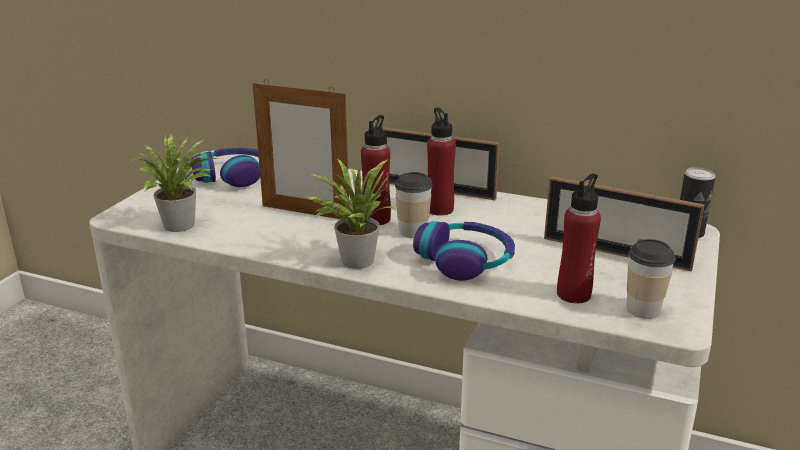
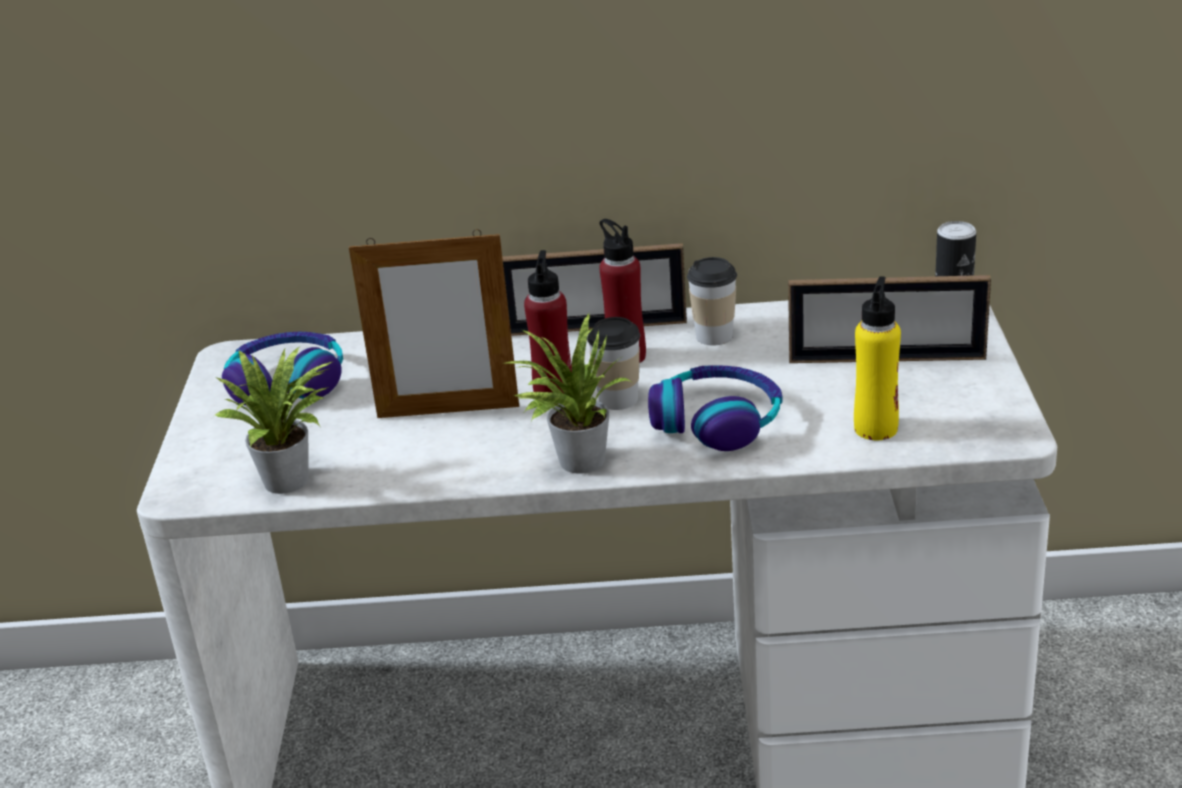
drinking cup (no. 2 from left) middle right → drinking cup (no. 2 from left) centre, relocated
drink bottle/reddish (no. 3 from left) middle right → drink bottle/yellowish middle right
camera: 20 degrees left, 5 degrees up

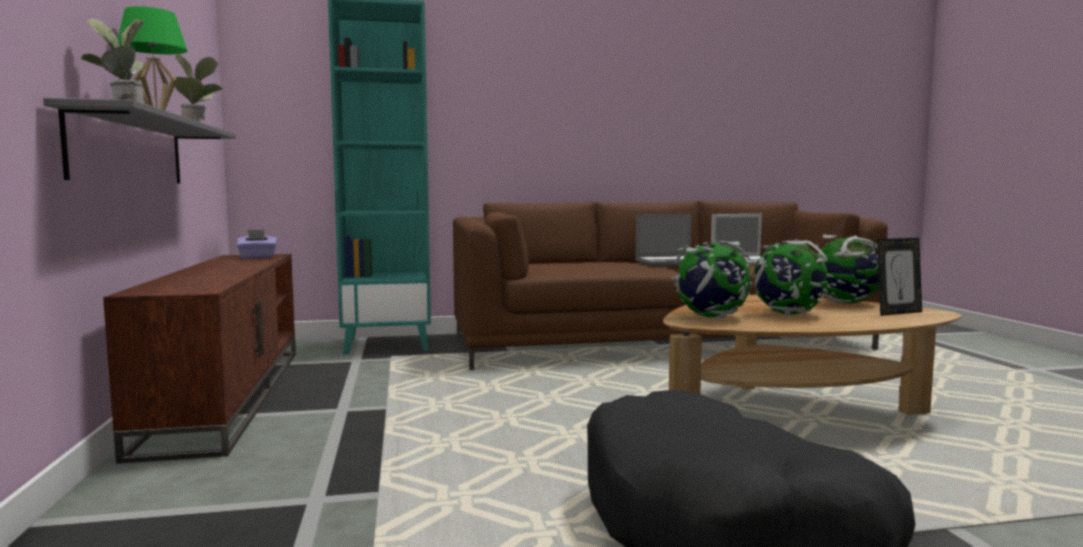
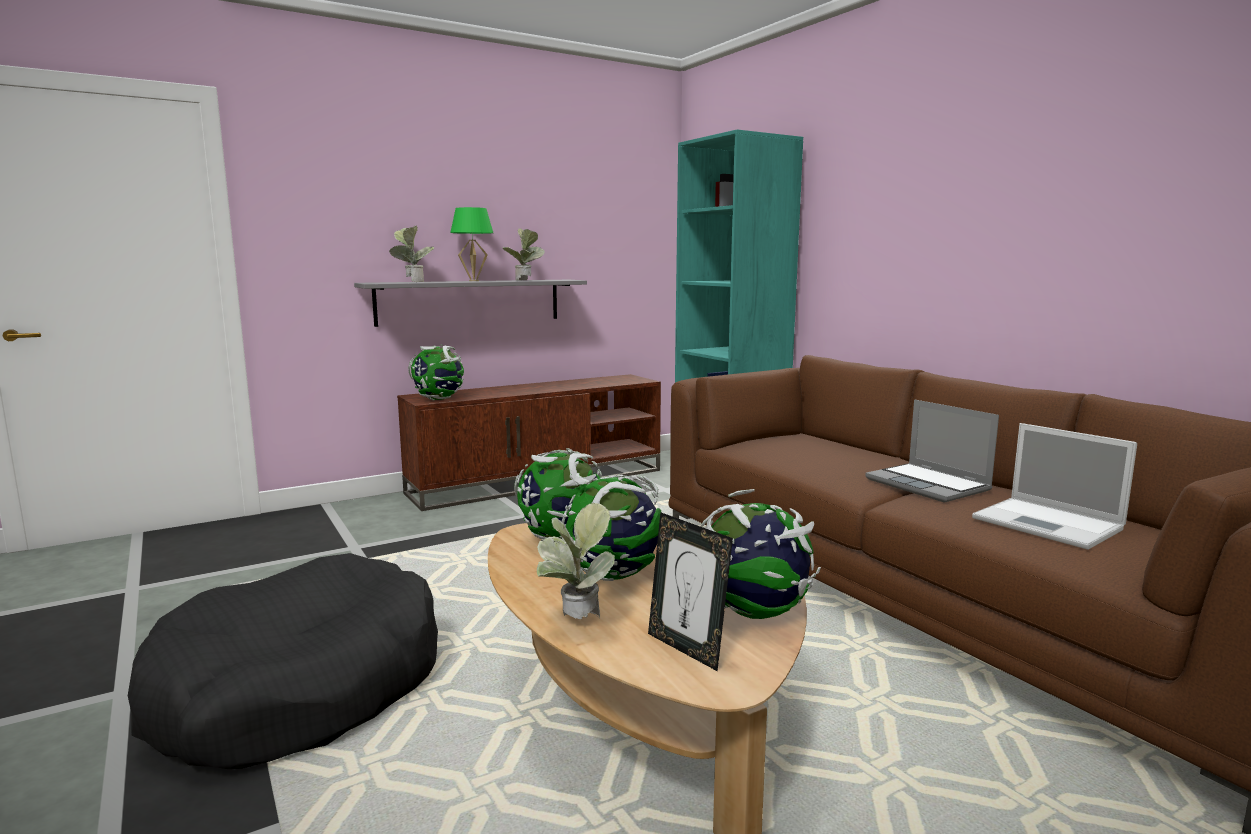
box of tissues/purple-coloured middle left → -
- → world globe (no. 1 from left) centre
- → potted plant (no. 3 from left) bottom centre
camera: 70 degrees right, 5 degrees up

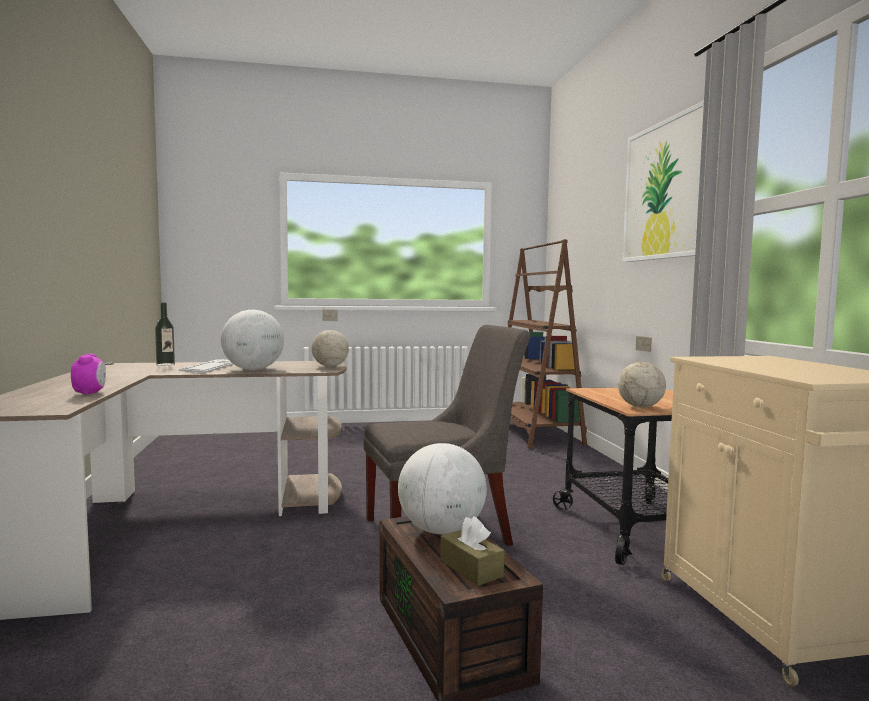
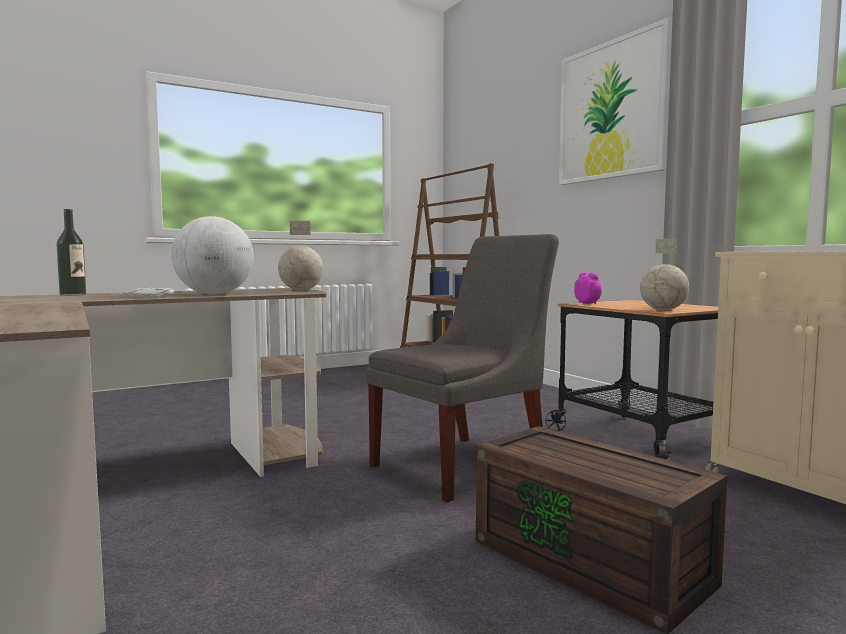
world globe (no. 3 from left) bottom centre → -
box of tissues/brown bottom centre → -
bedside clock middle left → bedside clock middle right, relocated
camera: 20 degrees left, 0 degrees up

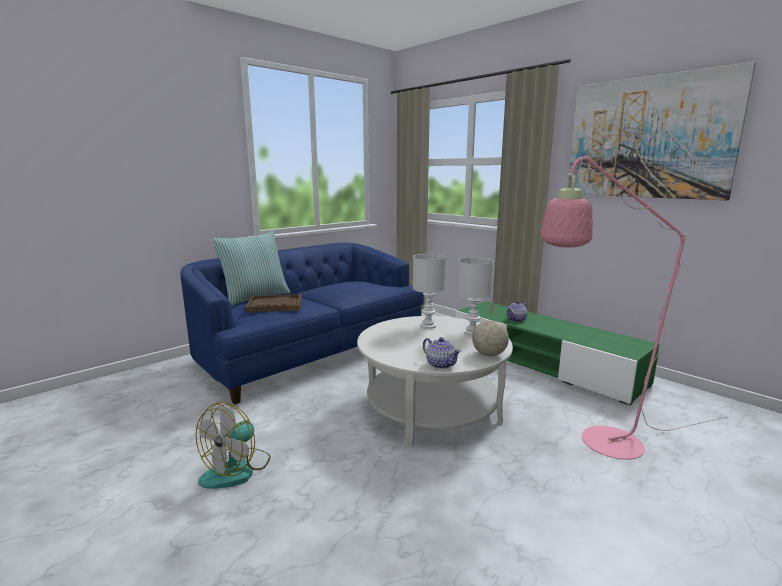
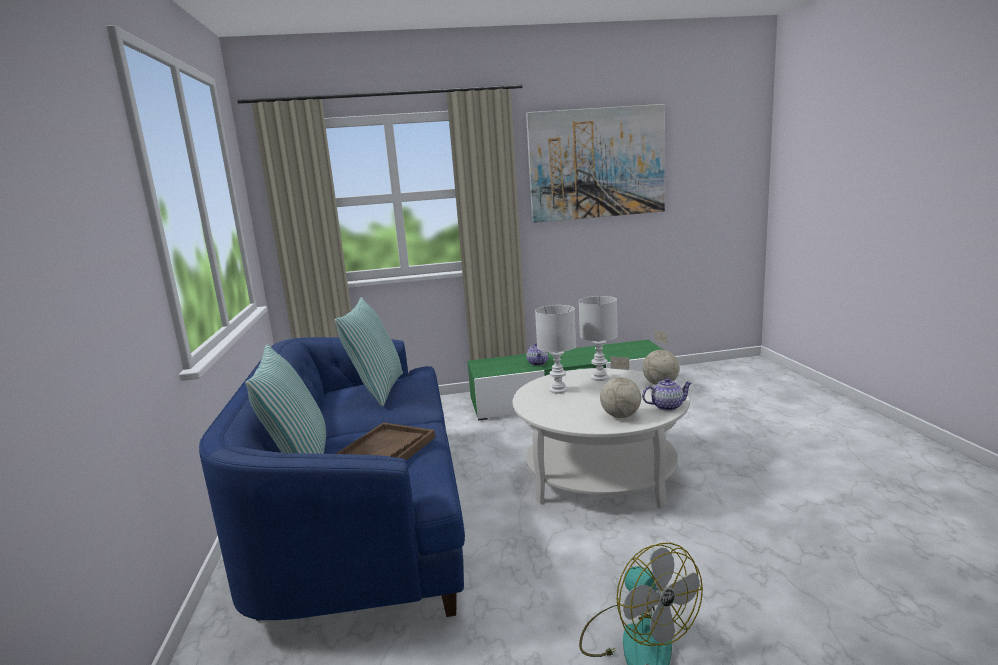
floor lamp/pink middle right → -
- → cushion (no. 2 from left) centre
- → world globe (no. 1 from left) centre
camera: 55 degrees left, 0 degrees up

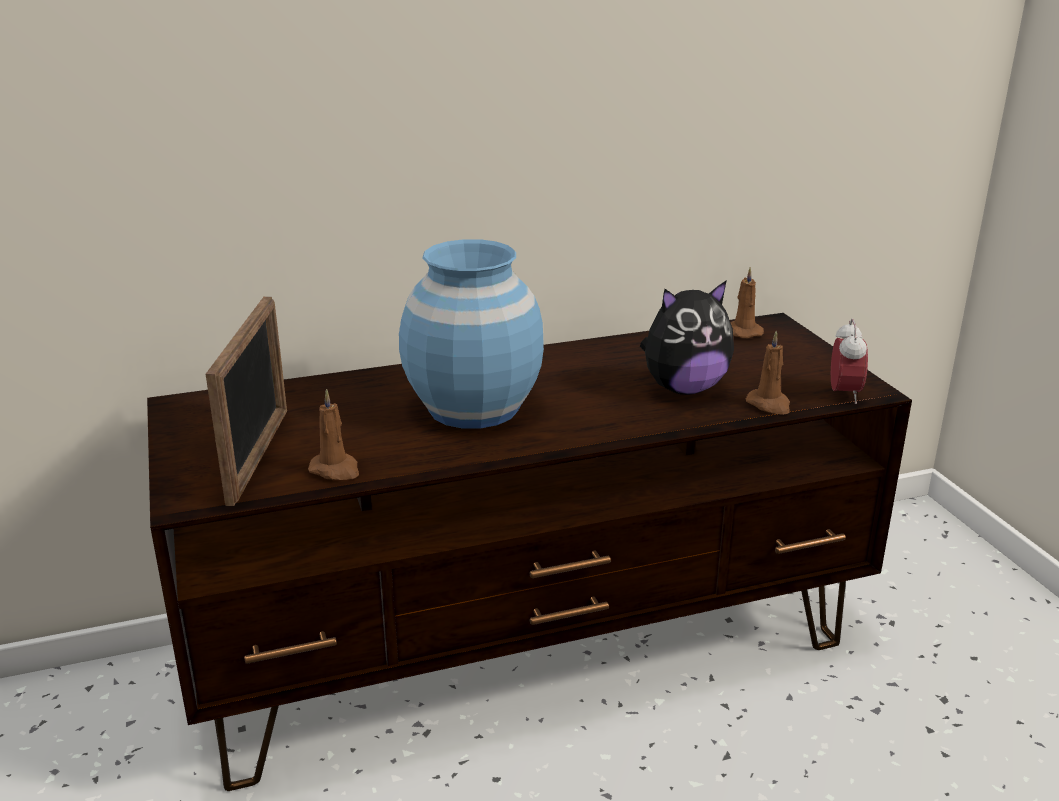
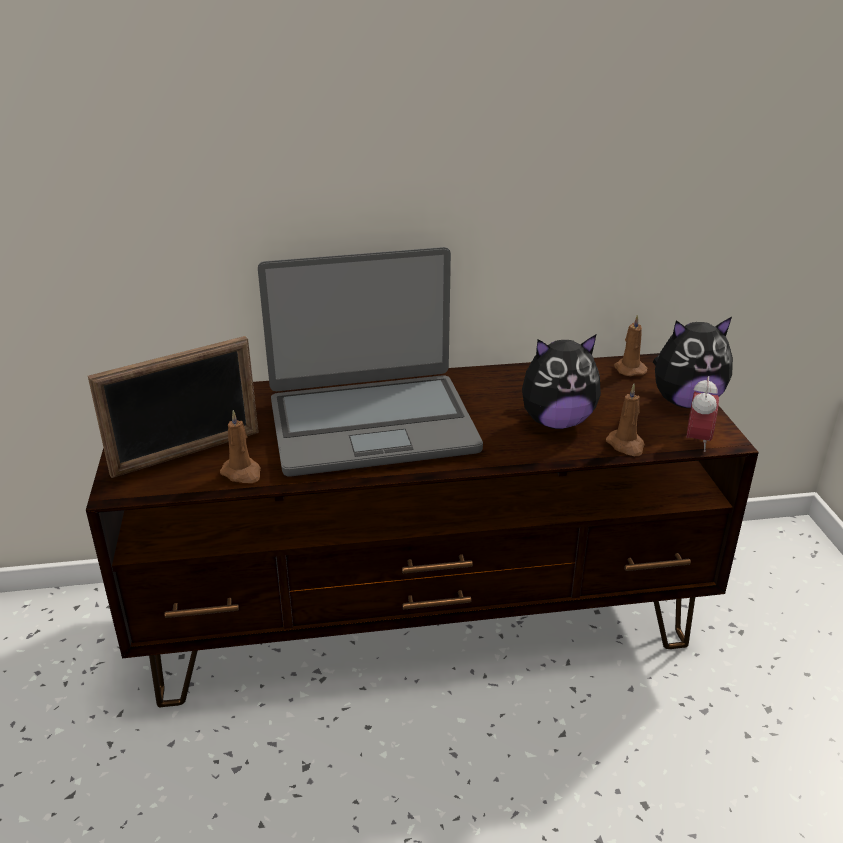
- → cuddly toy (no. 2 from left) middle right
decorative vase/bluish centre → portable computer centre
photo frame middle left, 45 degrees clockwise
camera: 10 degrees right, 5 degrees up

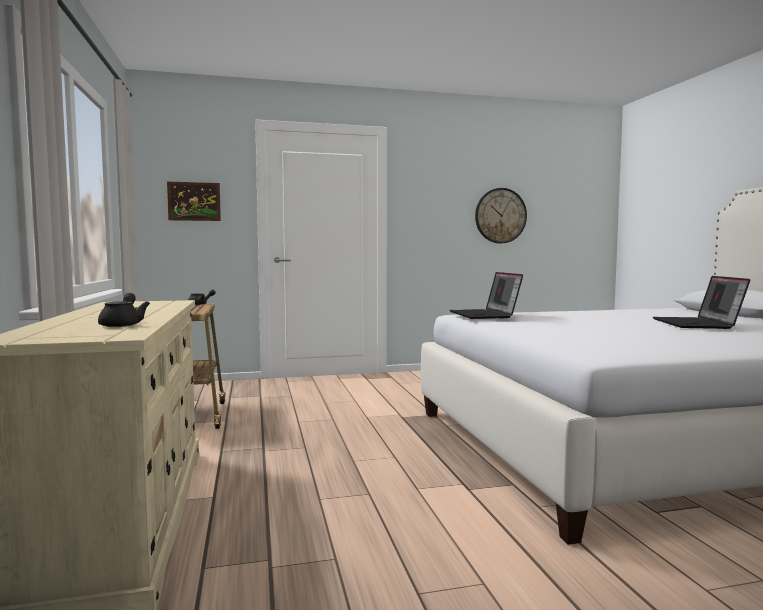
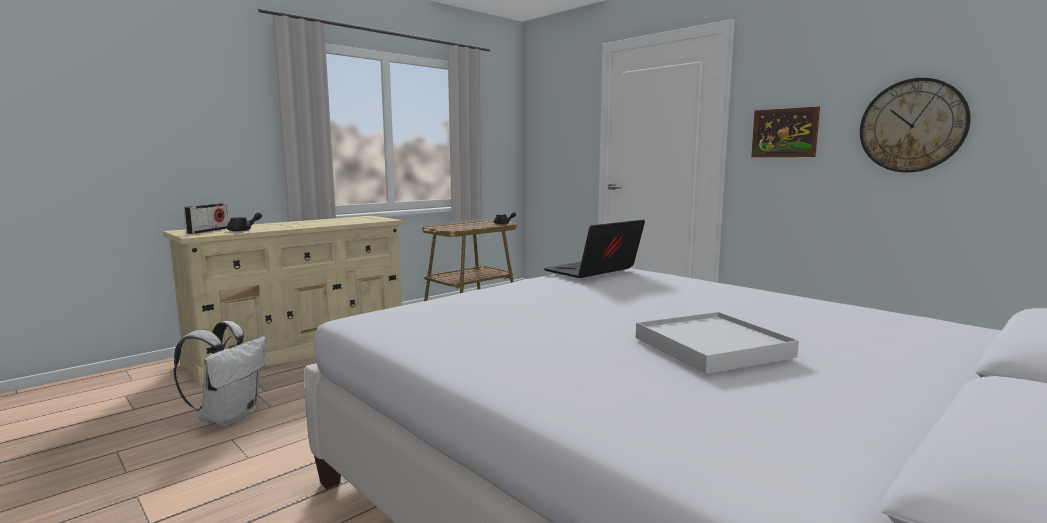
- → backpack/white-coloured bottom left
- → radio middle left
picture top left → picture top right, relocated
portable computer (no. 2 from left) middle right → tray/white-coloured middle right
camera: 60 degrees right, 5 degrees up

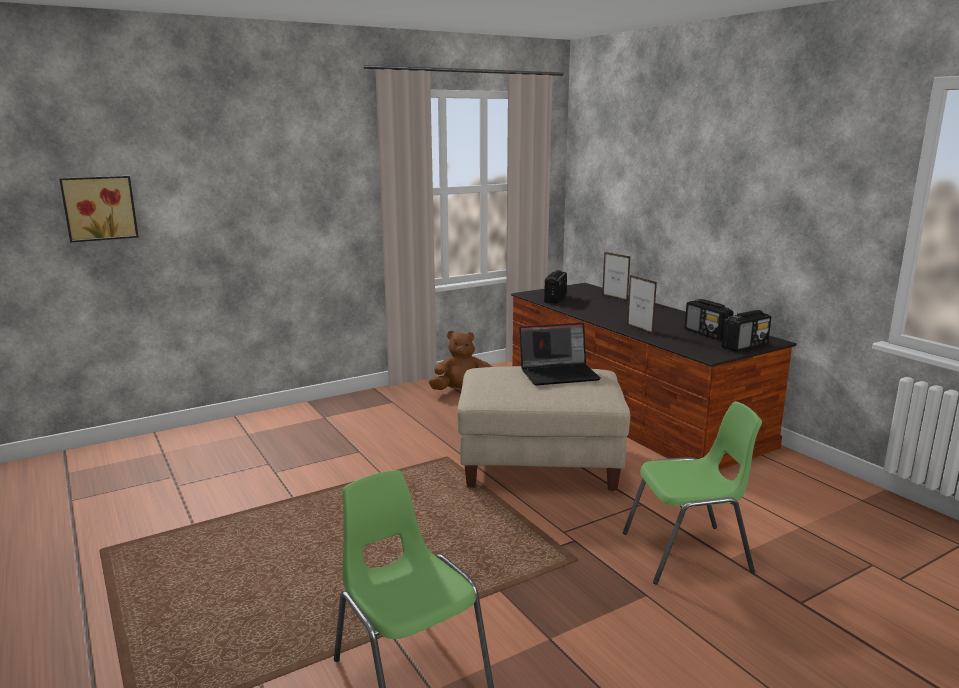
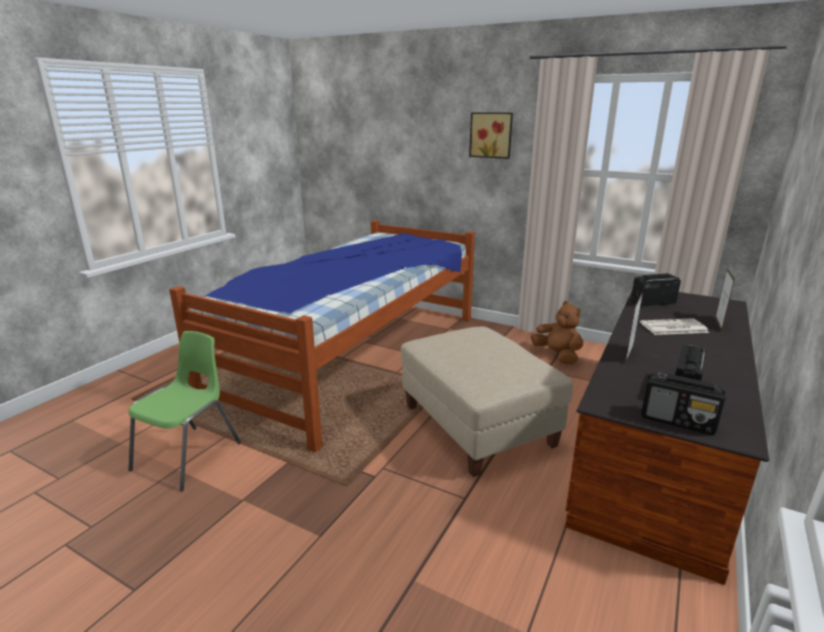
portable computer centre → -
upright chair/green (no. 2 from left) bottom right → -
- → bed centre
- → printed paper middle right
picture top left → picture top centre, relocated
camera: 60 degrees right, 5 degrees up

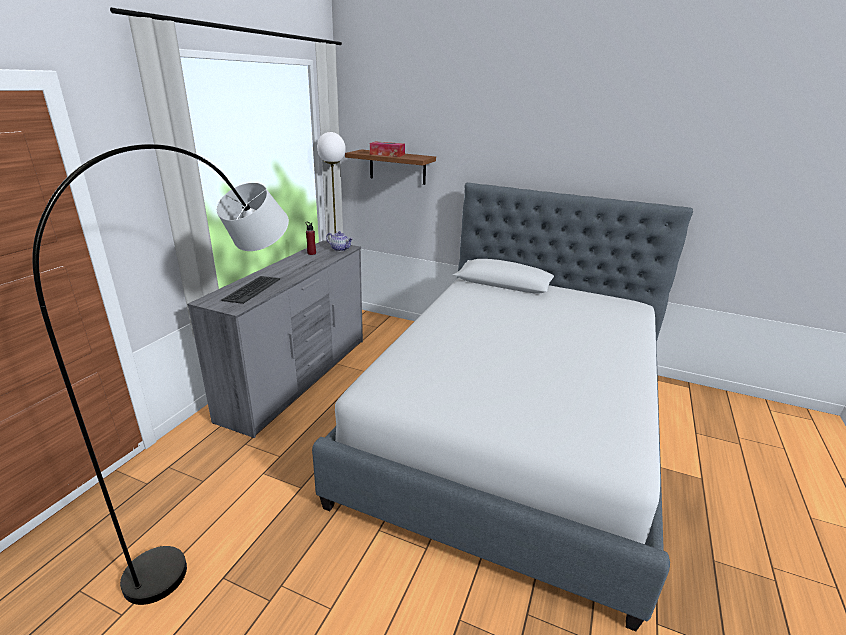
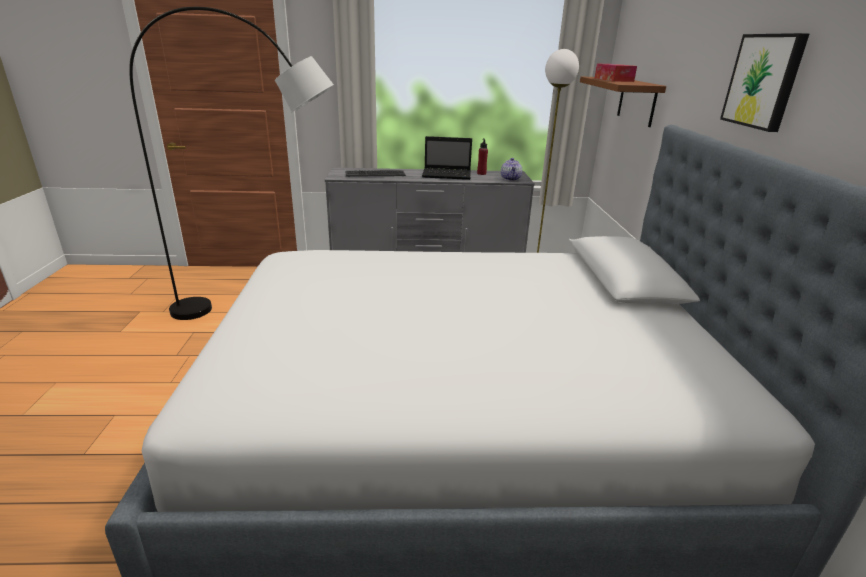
- → portable computer top centre
- → picture top right
camera: 65 degrees right, 0 degrees up

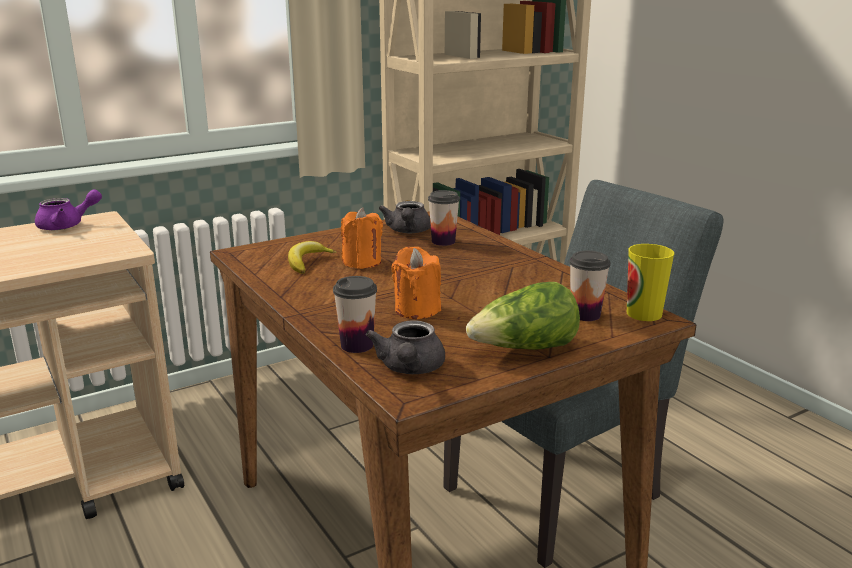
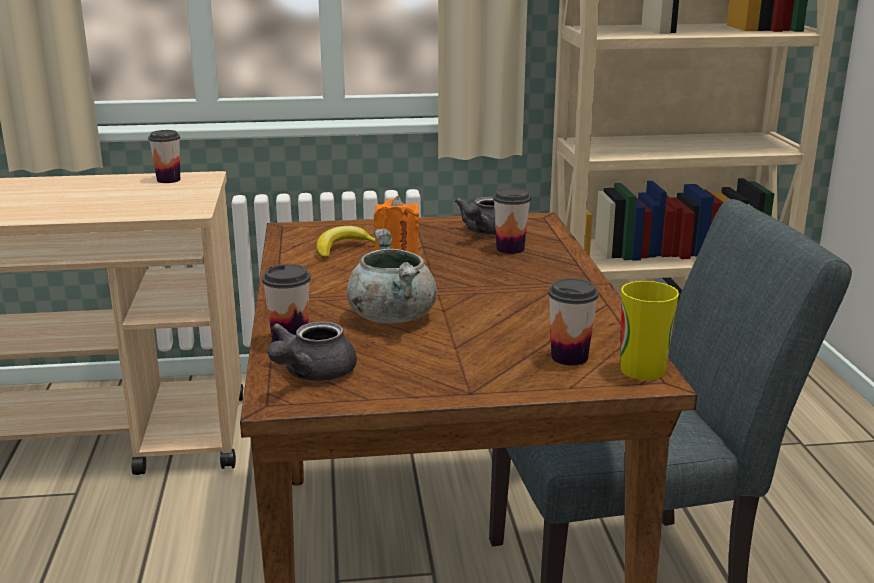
lettuce centre → -
pot for tea/purple-coloured middle left → drinking cup (no. 1 from left) top left
candle/orangey (no. 2 from left) centre → cooking pot/gray centre
camera: 25 degrees right, 0 degrees up

